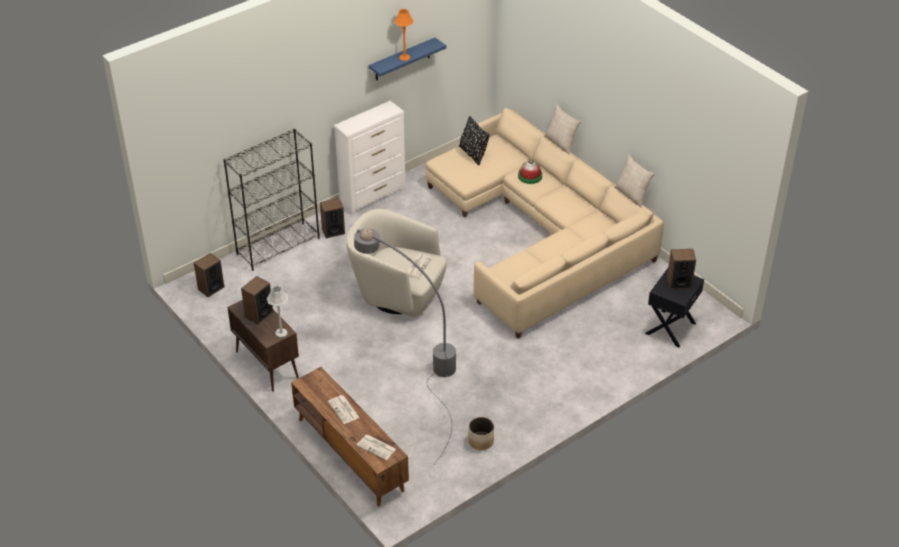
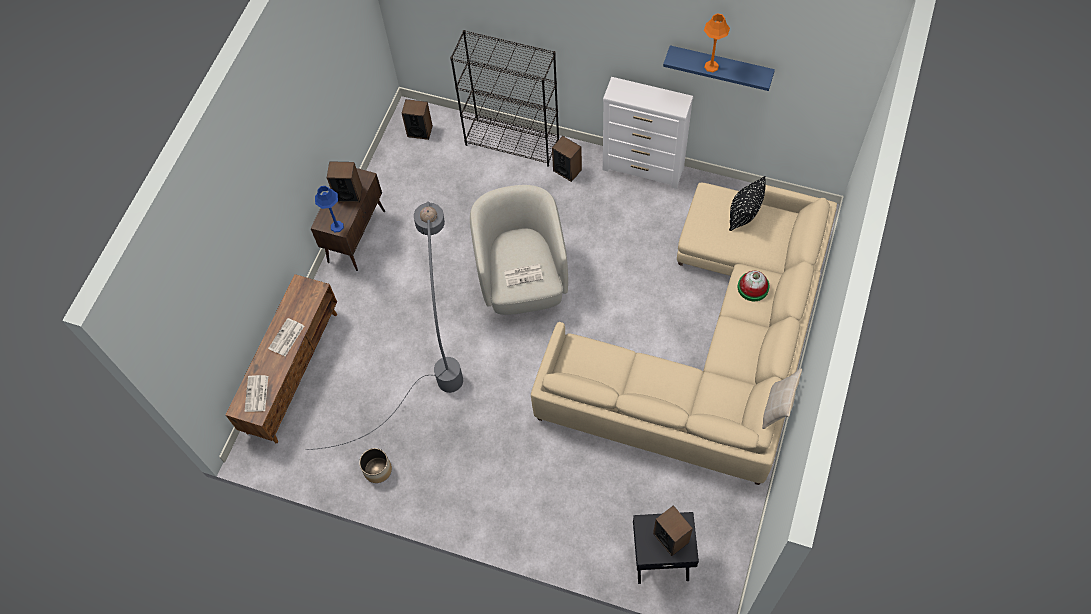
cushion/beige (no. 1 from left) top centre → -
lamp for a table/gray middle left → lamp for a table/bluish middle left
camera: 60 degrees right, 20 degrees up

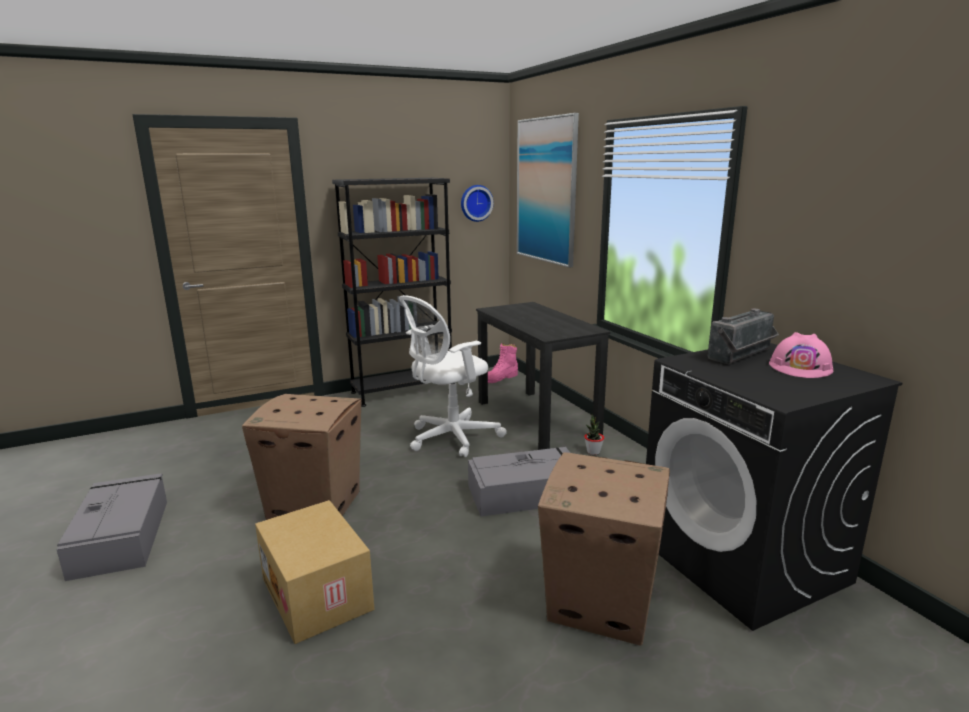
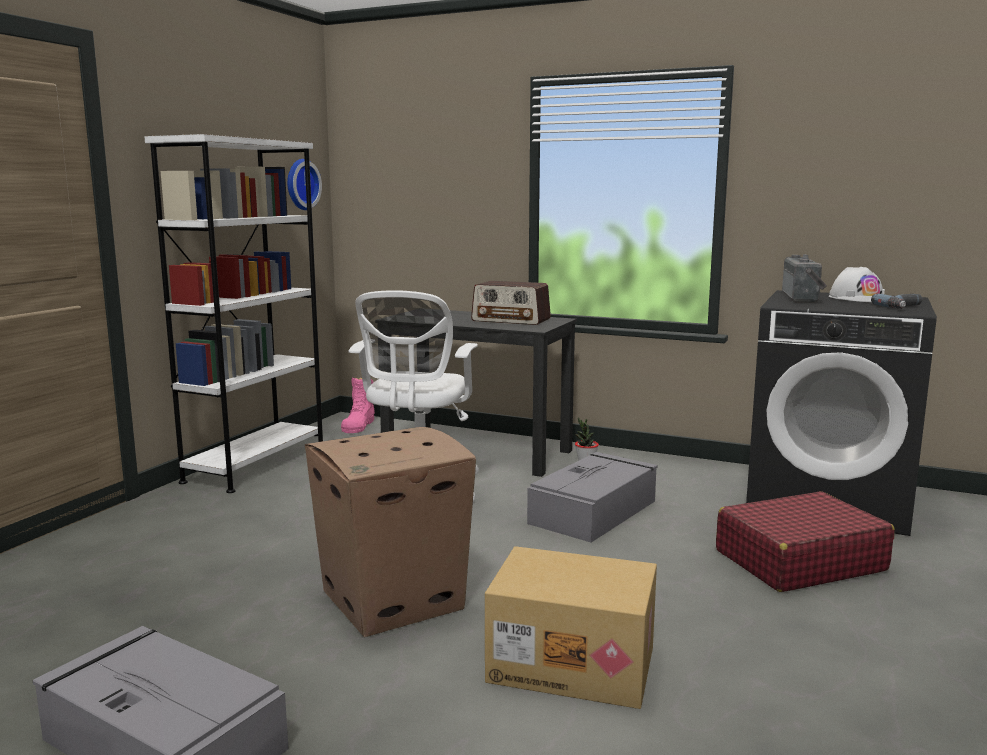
picture top centre → -
- → radio (no. 1 from left) centre
- → electric drill middle right
carton (no. 3 from left) bottom centre → travel case/reddish bottom right
bookcase/black-coloured centre → bookcase/white-coloured middle left
hard hat/pink middle right → hard hat/white-coloured middle right
camera: 40 degrees left, 5 degrees down

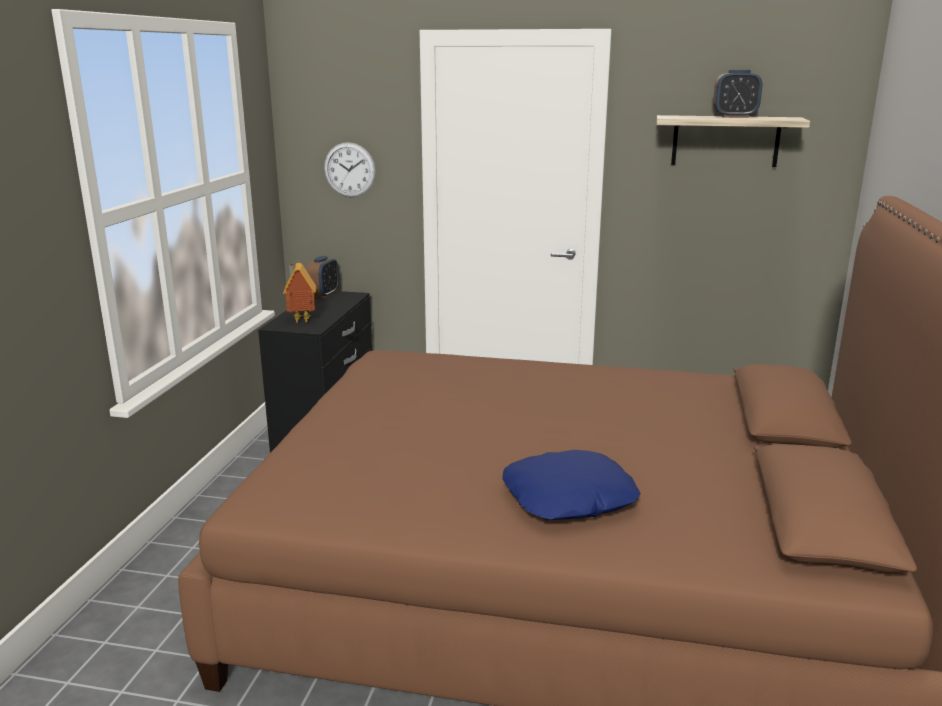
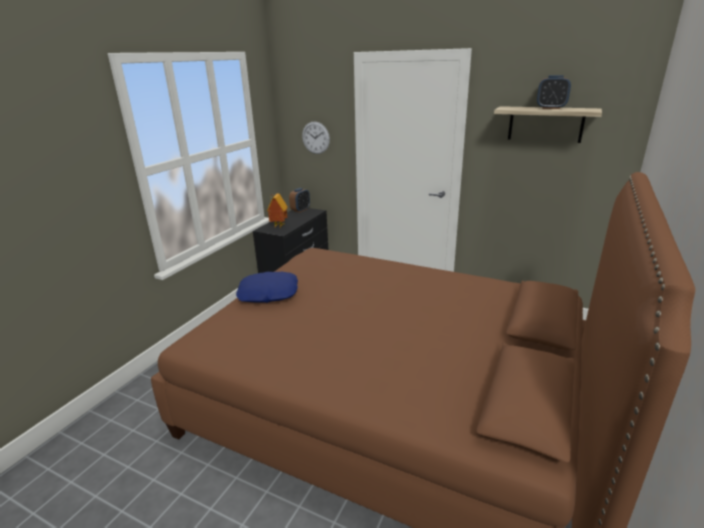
cushion/bluish bottom centre → cushion/bluish centre, relocated
camera: 15 degrees right, 5 degrees up

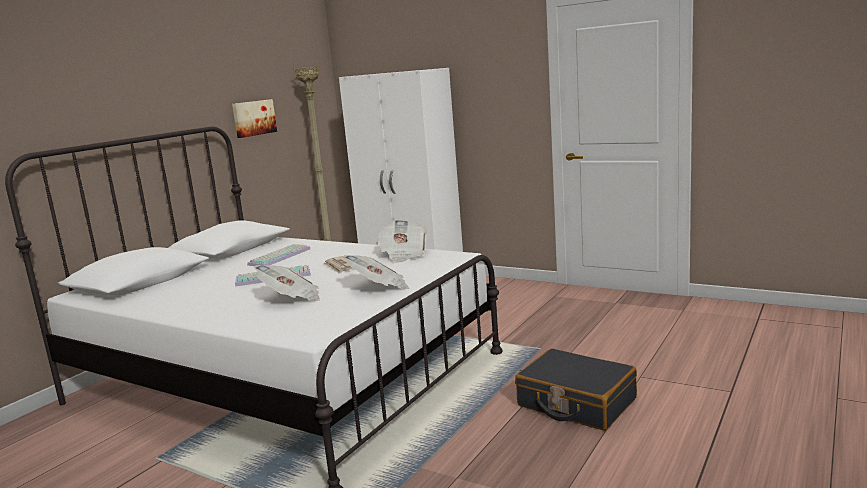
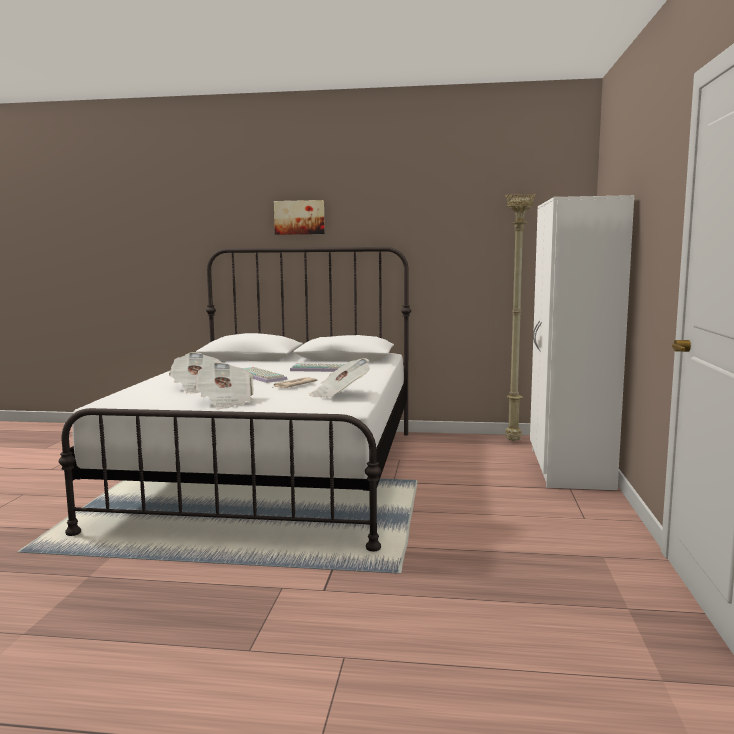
travel case/black-coloured bottom centre → -
picture top left → picture top centre, relocated
camera: 65 degrees right, 5 degrees down

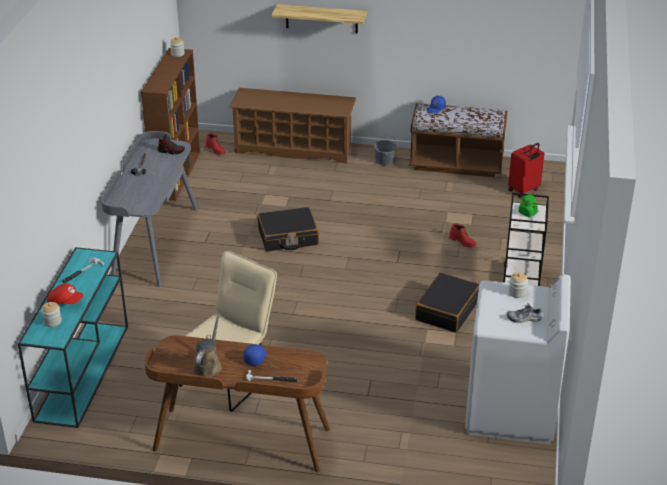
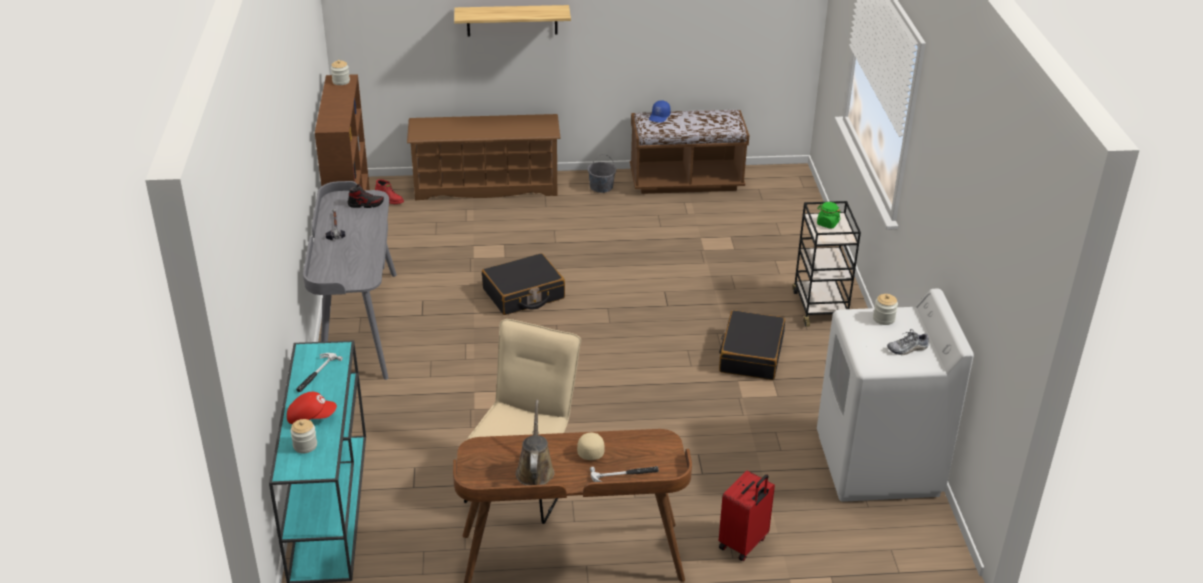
high-top boot/reddish (no. 2 from left) middle right → -
travel case/reddish middle right → travel case/reddish bottom centre, relocated
baseball cap/bluish (no. 1 from left) bottom centre → baseball cap/beige bottom centre
camera: 15 degrees left, 0 degrees up

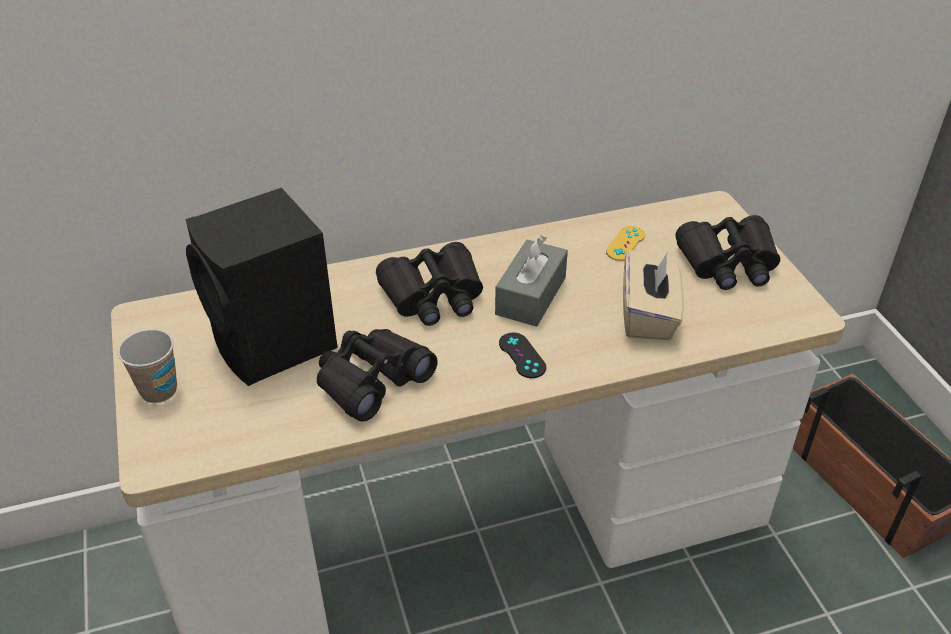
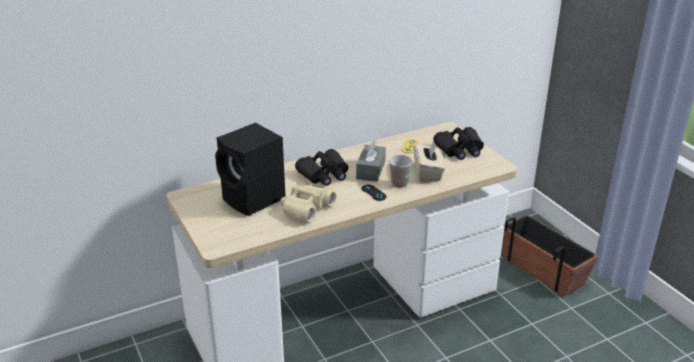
drinking cup middle left → drinking cup centre, relocated
field glasses/black-coloured (no. 1 from left) centre → field glasses/beige centre
camera: 10 degrees left, 10 degrees down

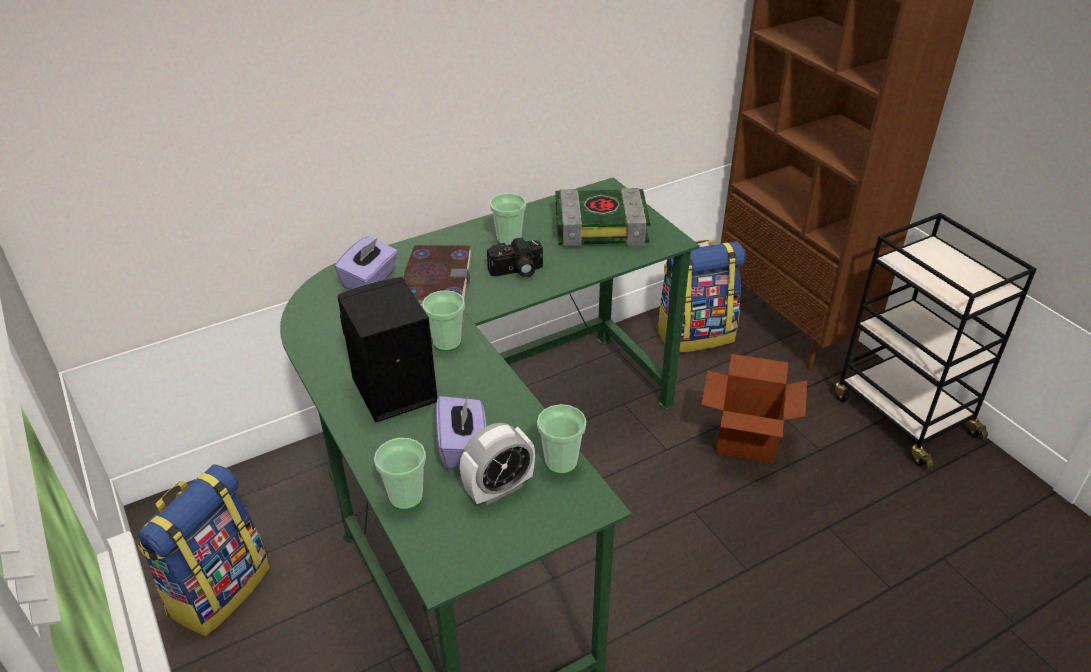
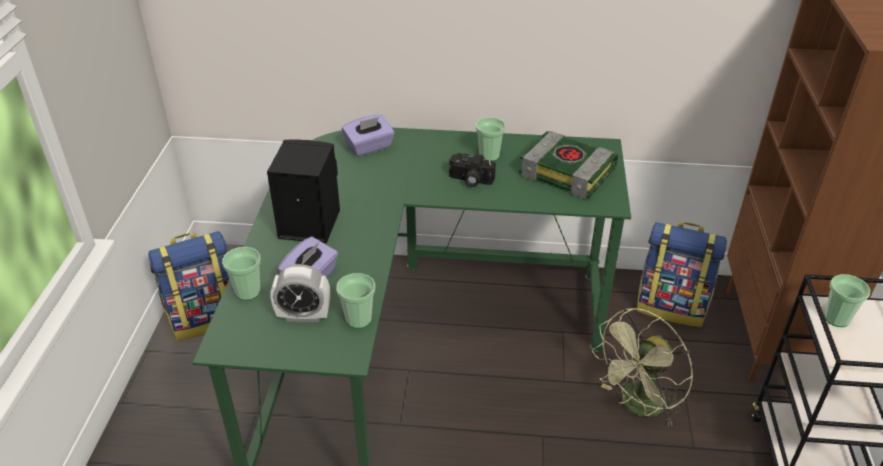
volume (no. 1 from left) centre → -
drinking cup (no. 2 from left in the first image) centre → drinking cup (no. 4 from left) middle right, relocated
carton middle right → cooling fan/green bottom right
camera: 35 degrees right, 0 degrees up

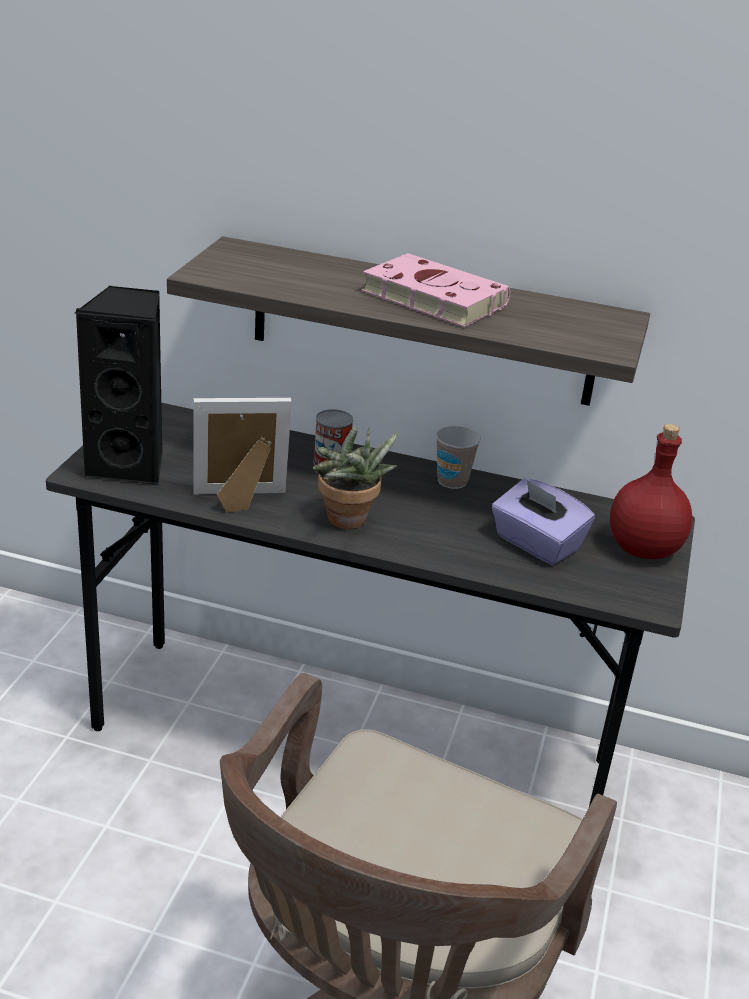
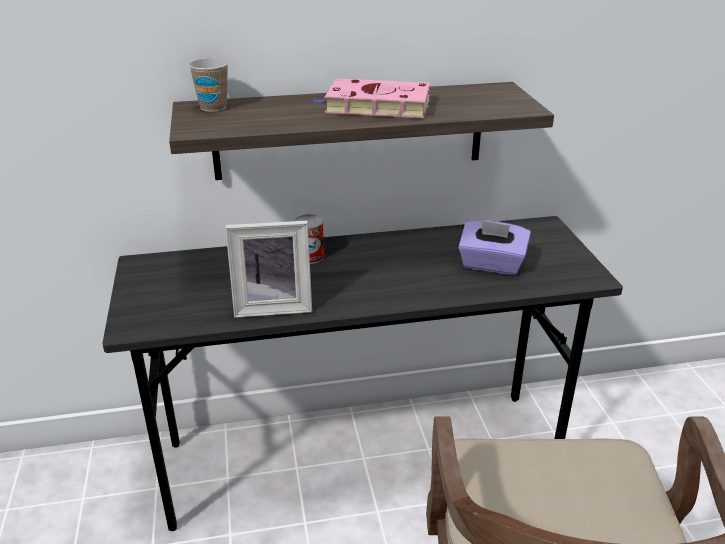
audio speaker/black-coloured middle left → -
potted plant centre → -
drink bottle/reddish middle right → -
drinking cup centre → drinking cup top left, relocated
photo frame middle left → photo frame centre, 150 degrees counterclockwise
camera: 25 degrees left, 0 degrees up

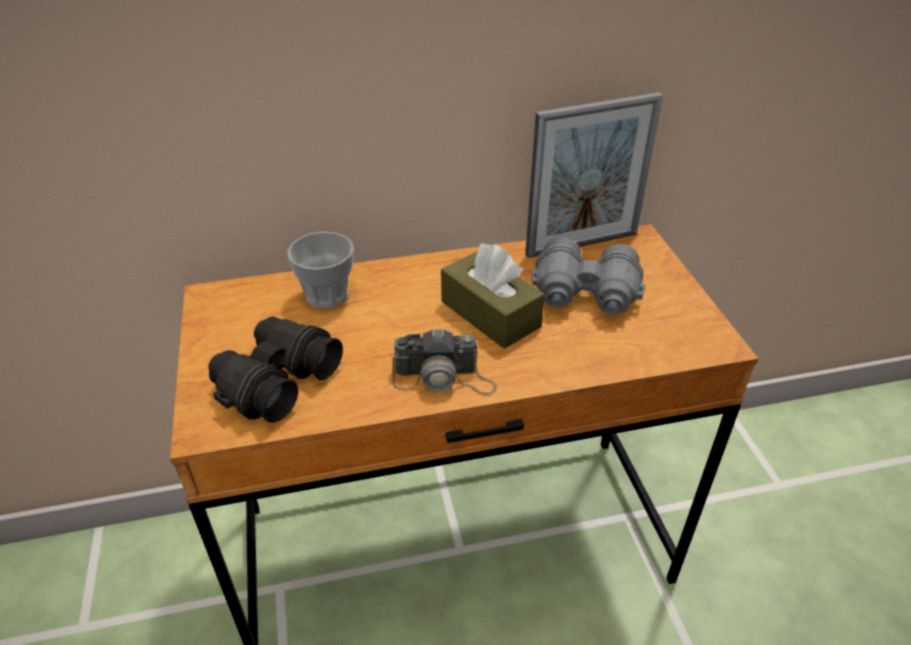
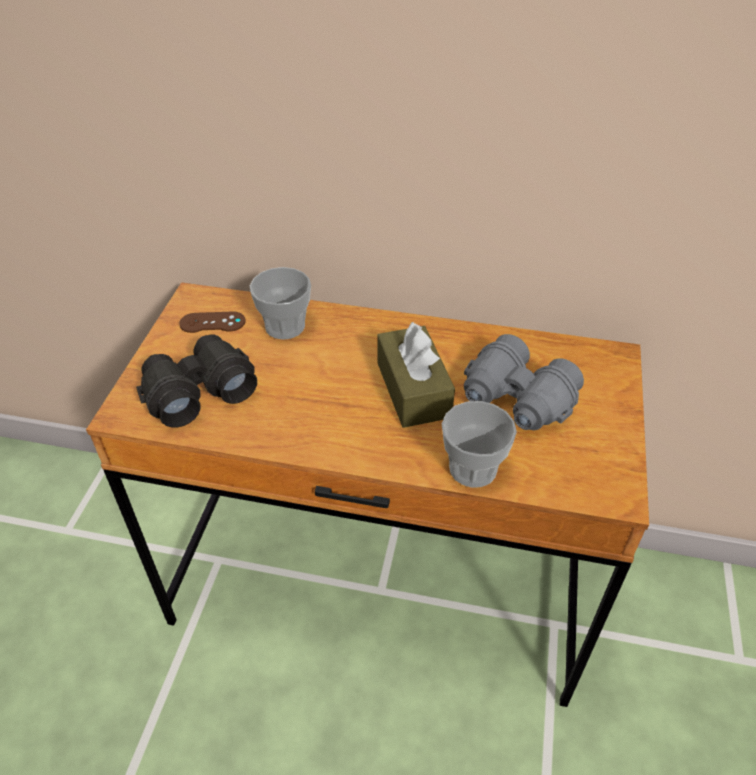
still camera centre → -
photo frame top centre → -
- → gamepad/brown middle left
- → drinking cup (no. 2 from left) centre
camera: 25 degrees right, 5 degrees up

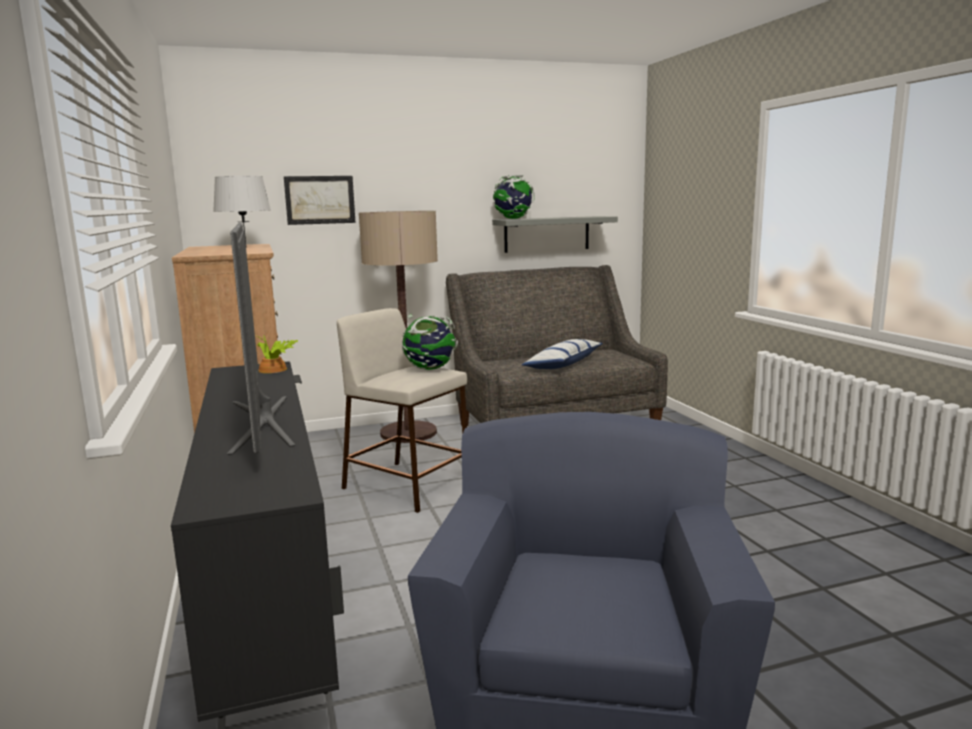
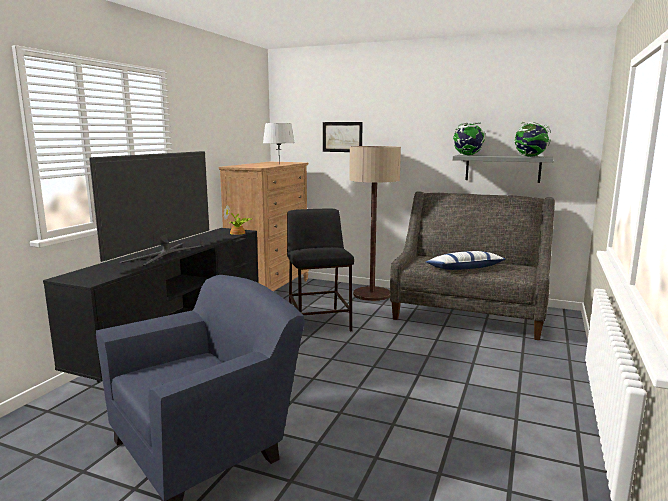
world globe (no. 1 from left in the first image) centre → world globe (no. 2 from left) top right, relocated
stool/beige centre → stool/black-coloured centre
camera: 40 degrees right, 0 degrees up

